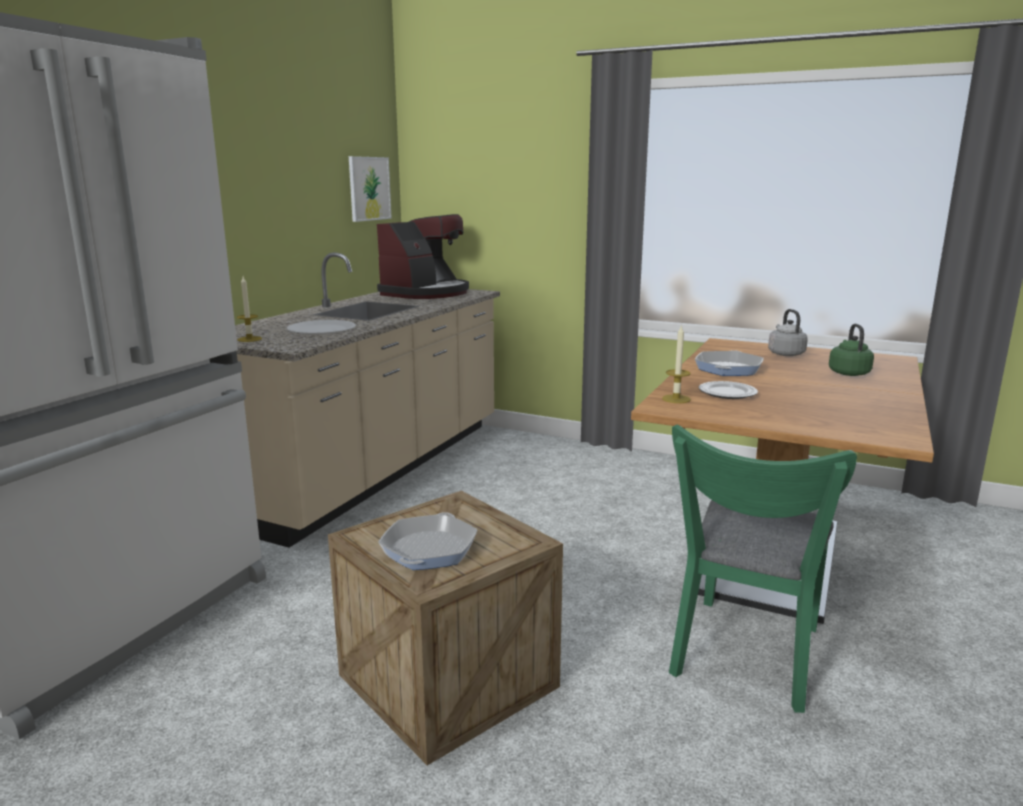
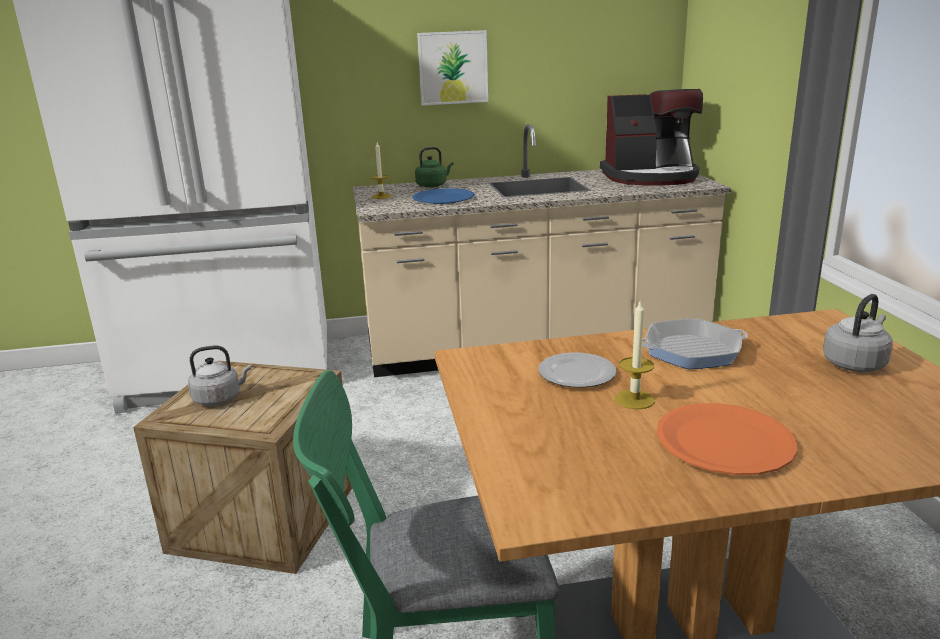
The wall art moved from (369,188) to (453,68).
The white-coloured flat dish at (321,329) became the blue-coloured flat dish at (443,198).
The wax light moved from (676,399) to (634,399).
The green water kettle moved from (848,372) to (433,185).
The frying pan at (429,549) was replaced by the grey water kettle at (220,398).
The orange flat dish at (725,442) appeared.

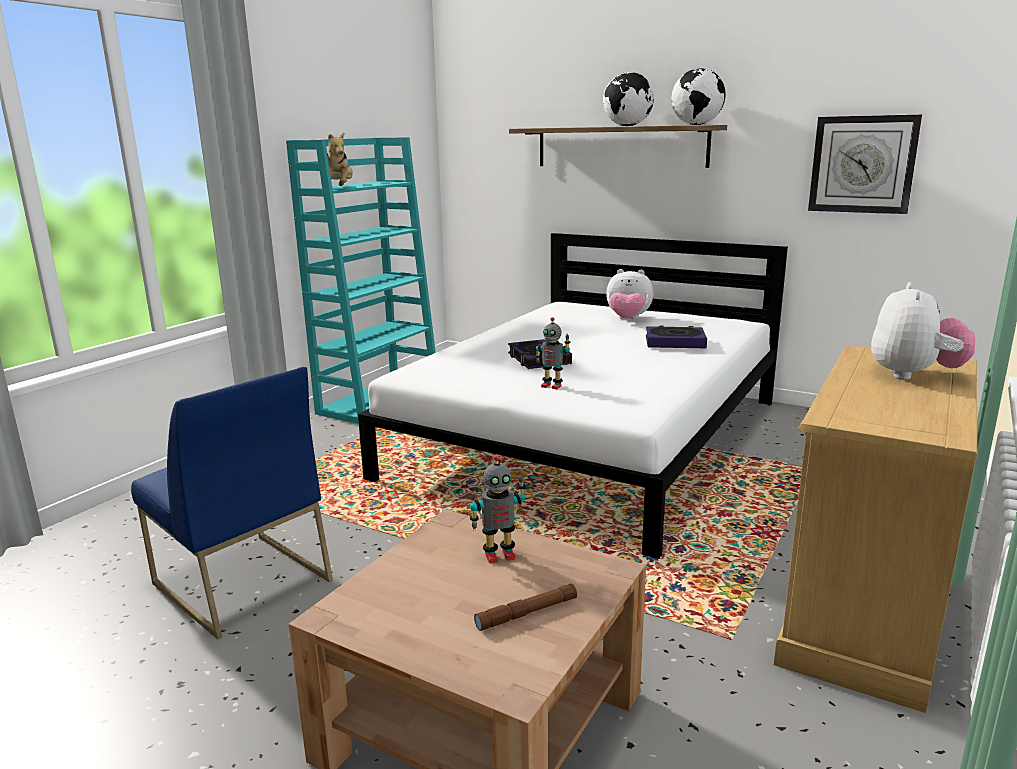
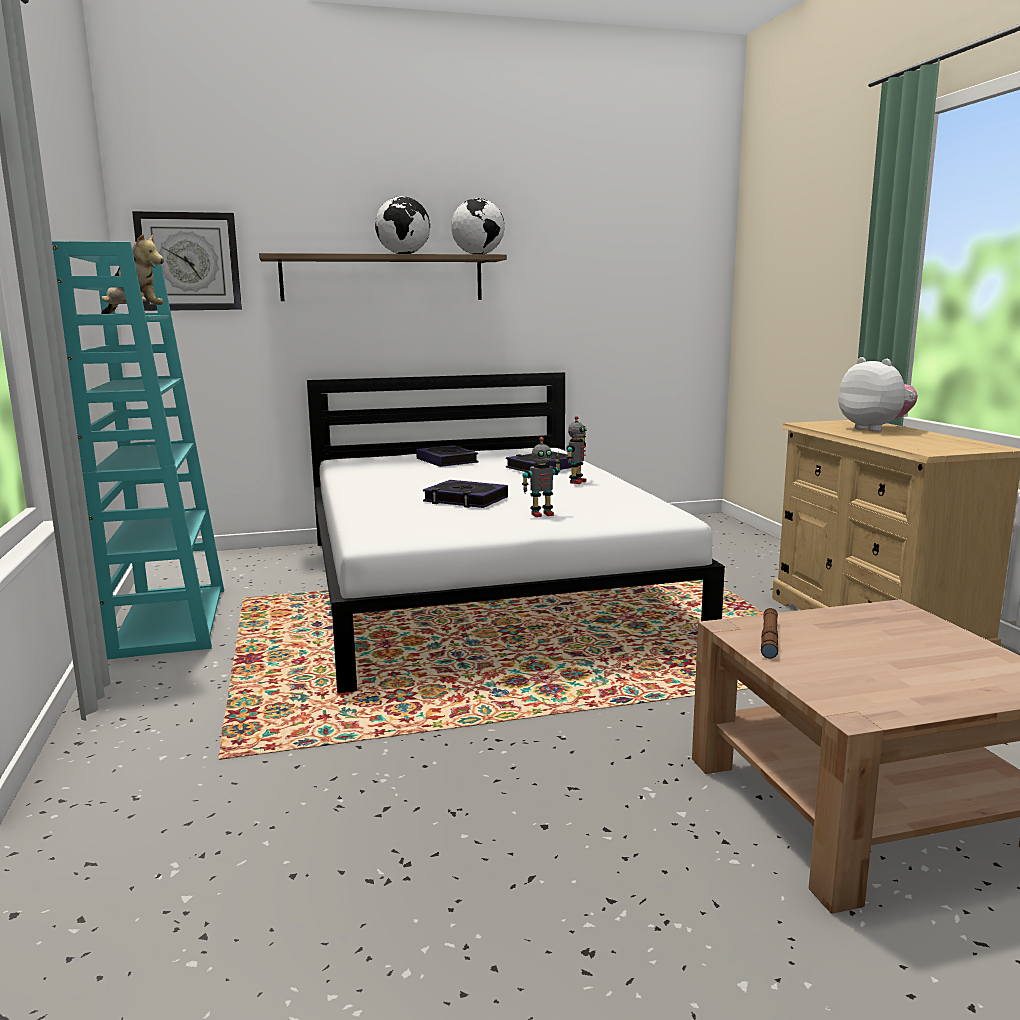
The clock on the wall moved from (862,164) to (189,262).
The plush toy at (628,319) was replaced by the book at (447,461).
The blue-coloured plain chair at (240,582) disappeared.
The model robot moved from (499,555) to (576,482).
The brownish hand torch moved from (527,613) to (769,639).

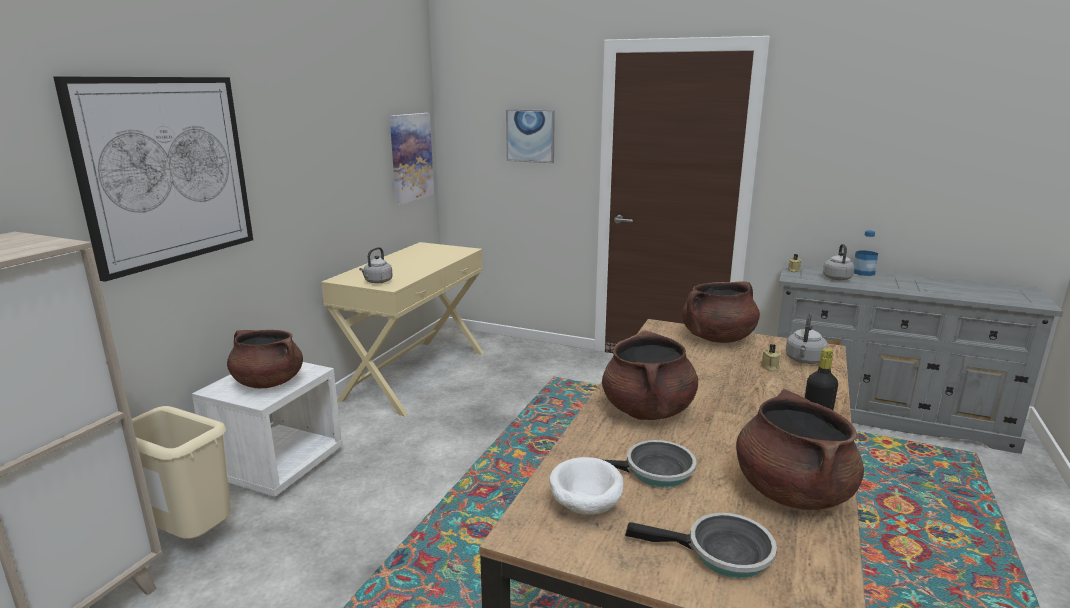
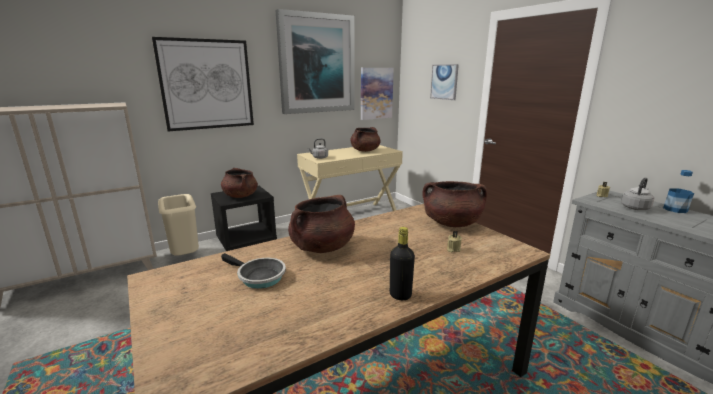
The grey water kettle at (804,360) disappeared.
The white-coloured night table at (278,465) became the black night table at (246,240).
The brownish stockpot moved from (791,491) to (365,150).
The white-coloured bowl at (584,507) disappeared.
The frying pan at (721,553) disappeared.
The wall art at (316,64) appeared.

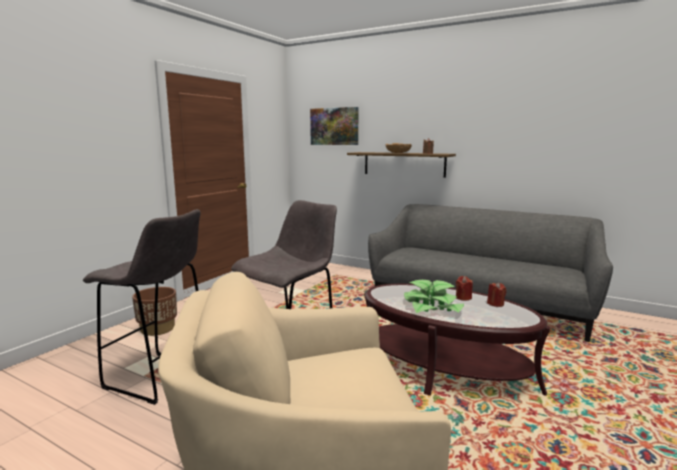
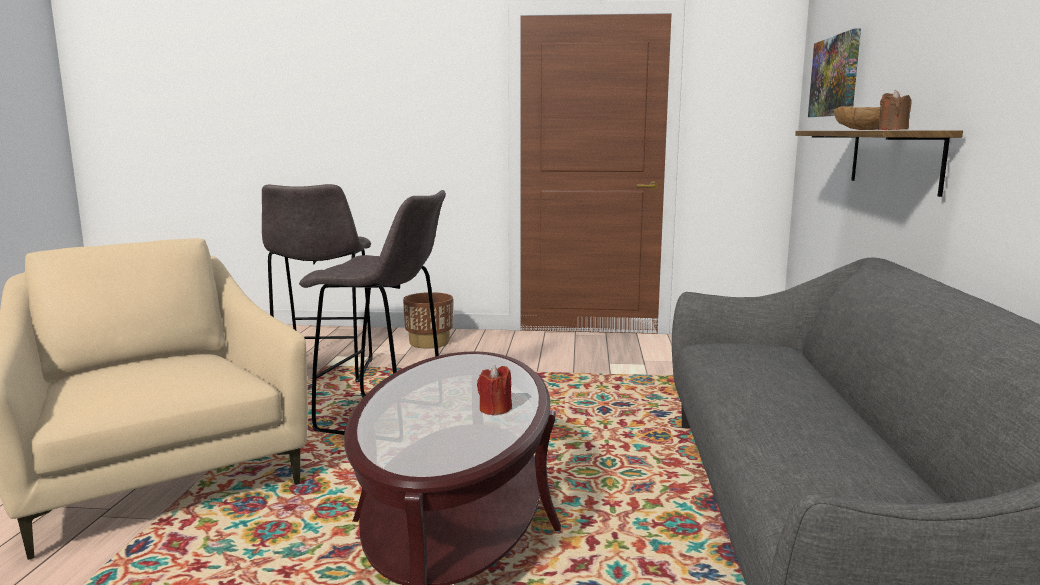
The houseplant at (432,307) disappeared.
The reddish wax light at (495,304) disappeared.

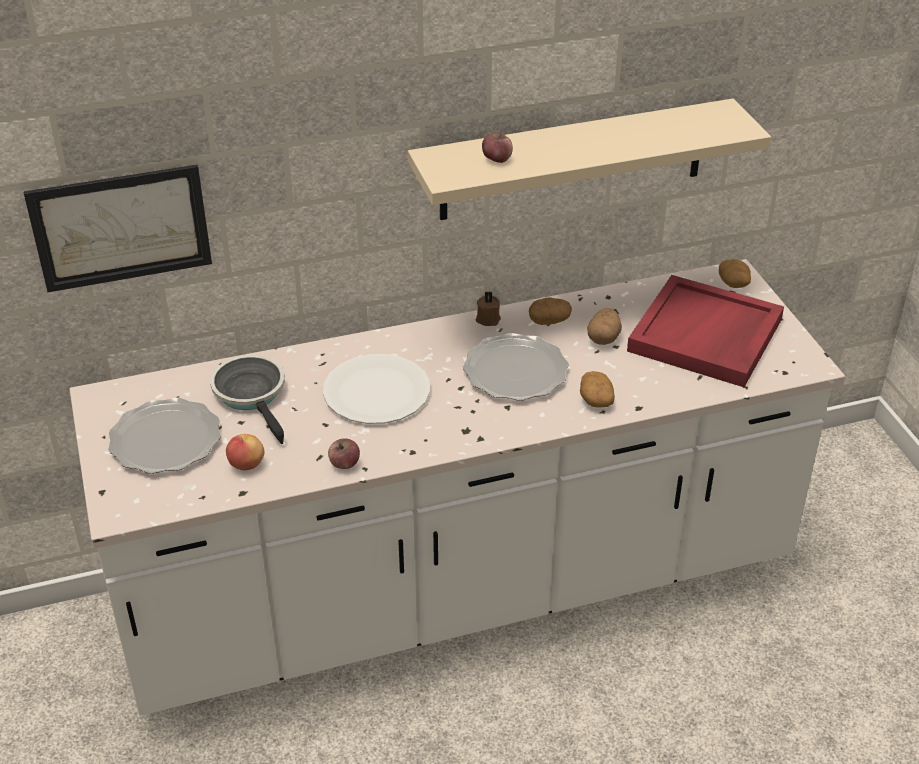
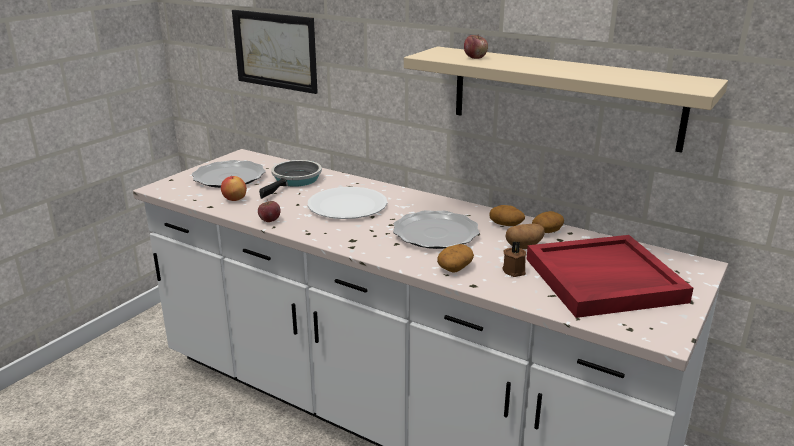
The spud moved from (734,283) to (547,231).
The brownish wax light moved from (487,318) to (514,270).

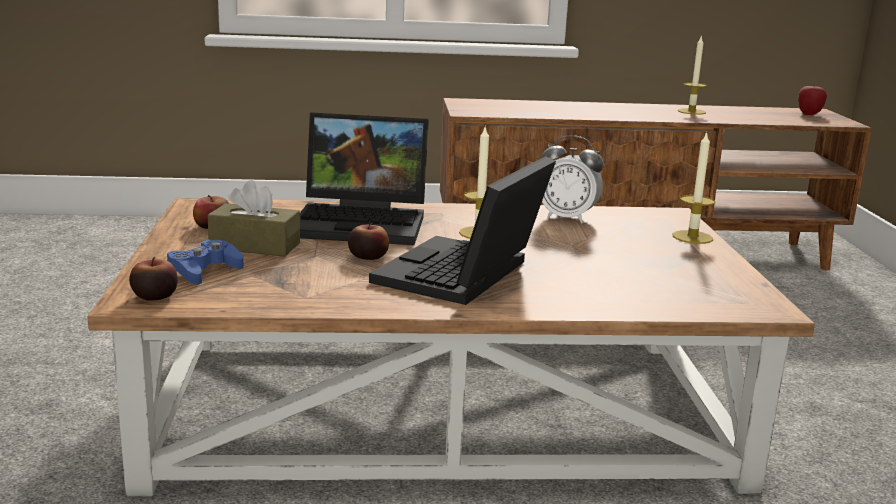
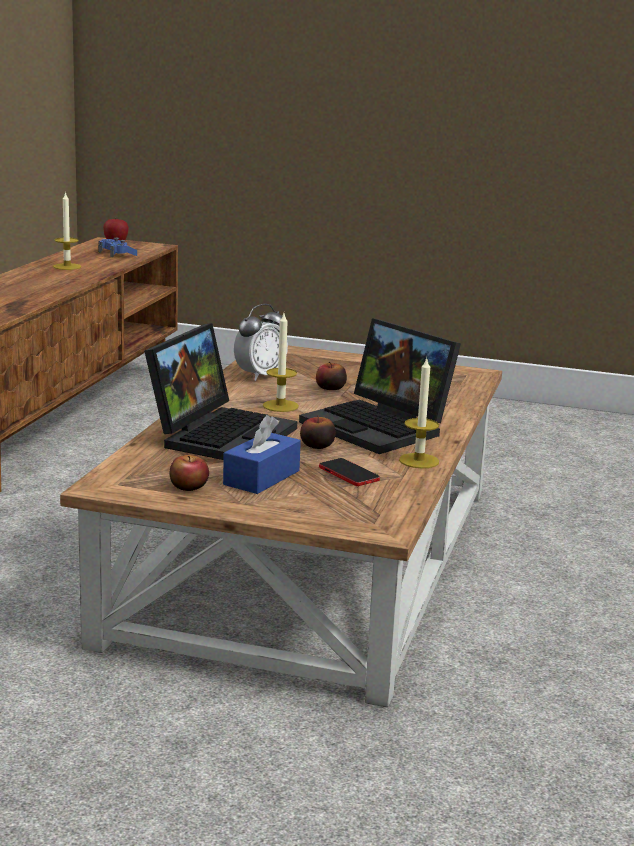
The wax light moved from (692,237) to (419,461).
The brownish tissue holder at (255,246) became the blue-coloured tissue holder at (261,477).
The blue-coloured gamepad moved from (204,271) to (117,254).
The apple moved from (154,296) to (330,388).
The handset at (349,473) appeared.

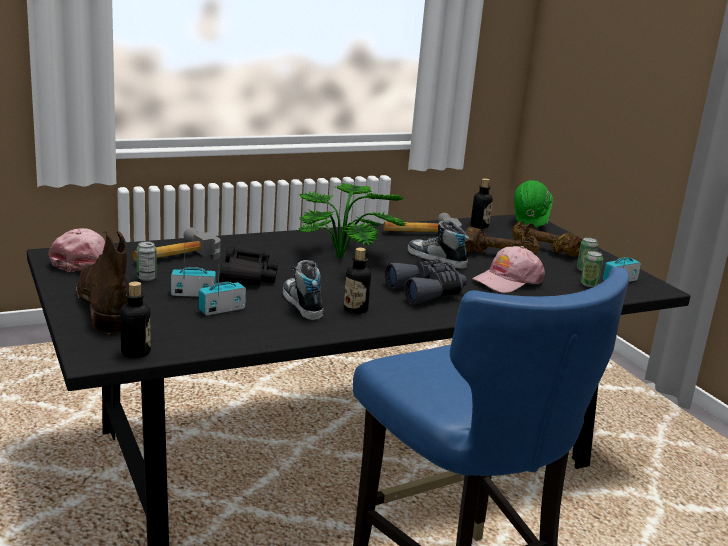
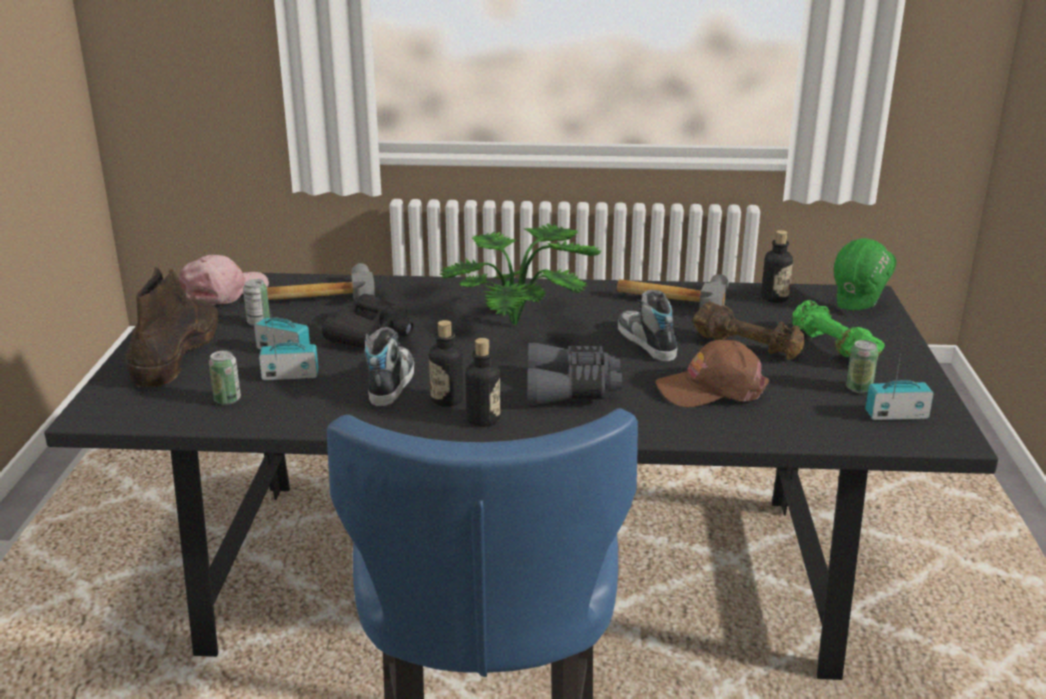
The brownish free weight at (544,249) became the green free weight at (831,347).
The pink-coloured baseball cap at (507,280) became the brownish baseball cap at (711,389).
The metal can moved from (589,284) to (227,400).
The beverage bottle moved from (136,352) to (483,419).

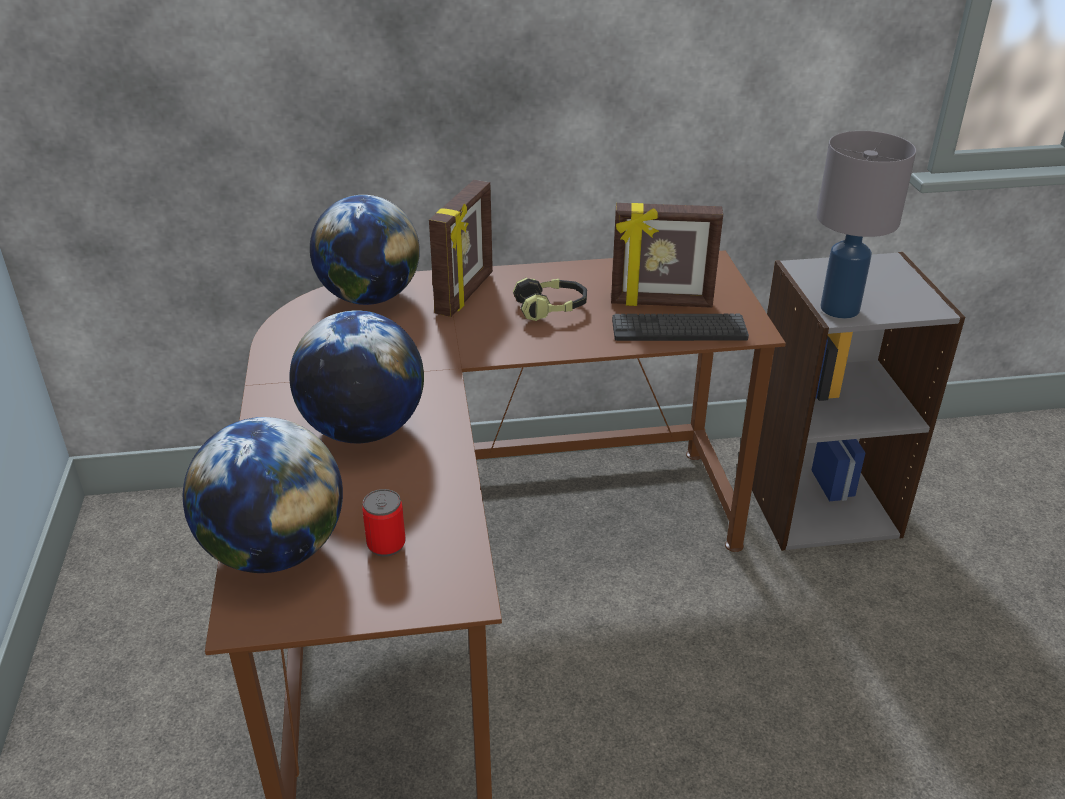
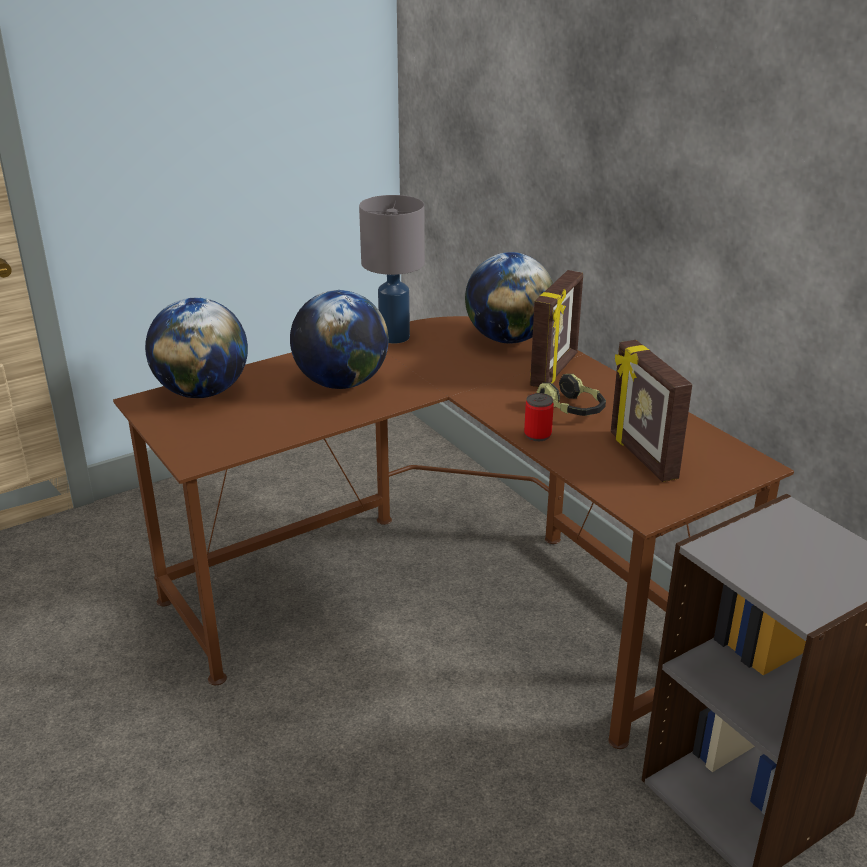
The grey tabletop lamp moved from (839,308) to (395,337).
The picture frame at (466,294) turned 60 degrees counterclockwise.
The PC keyboard at (679,329) disappeared.
The metal can moved from (386,544) to (537,435).

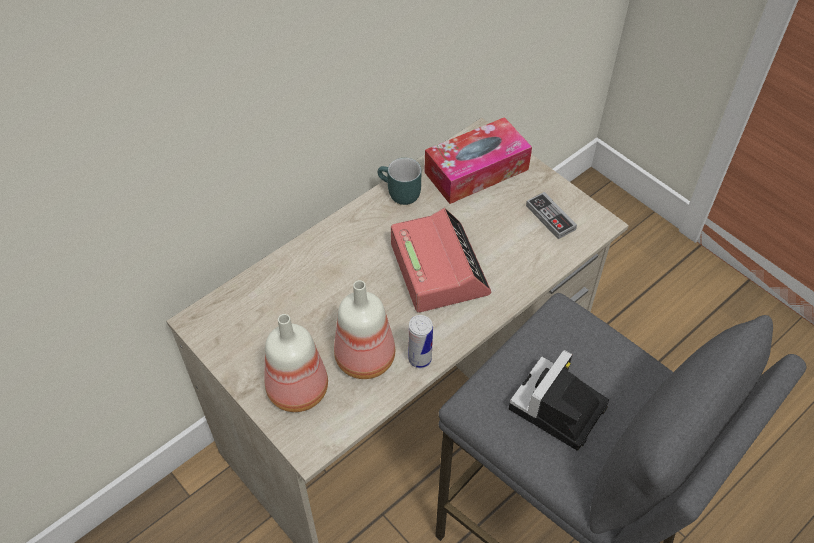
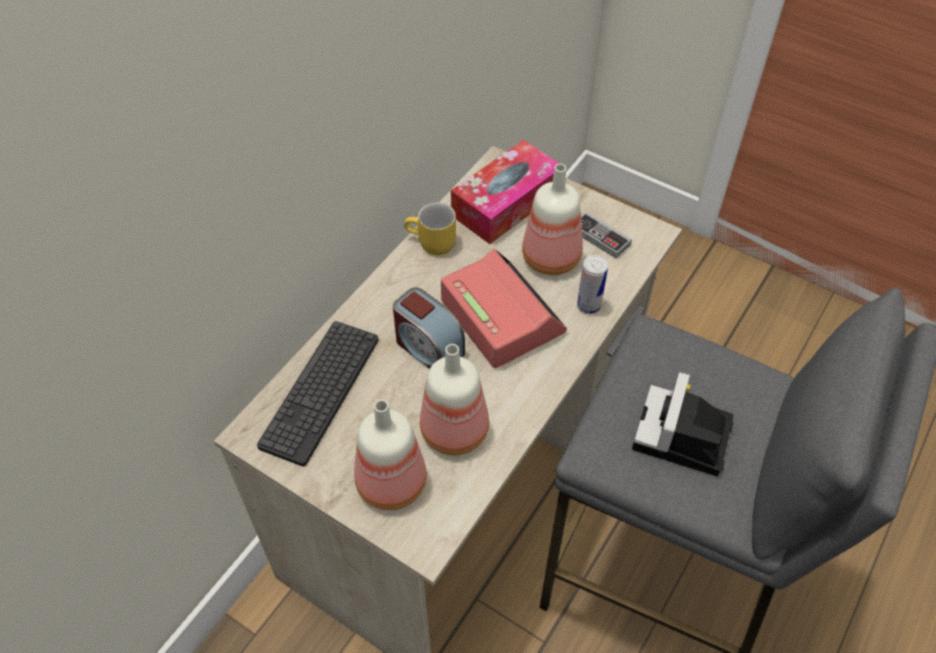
The turquoise-coloured tea mug at (398,194) became the yellow tea mug at (431,244).
The metal can moved from (420,359) to (588,306).
The beverage bottle at (553,257) appeared.
The bedside clock at (428,348) appeared.
The PC keyboard at (320,391) appeared.

